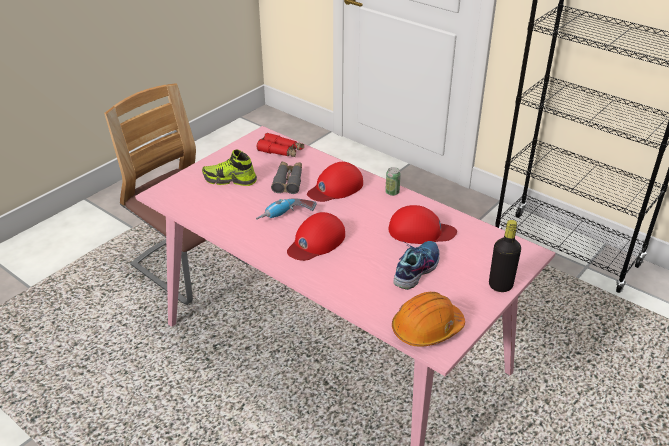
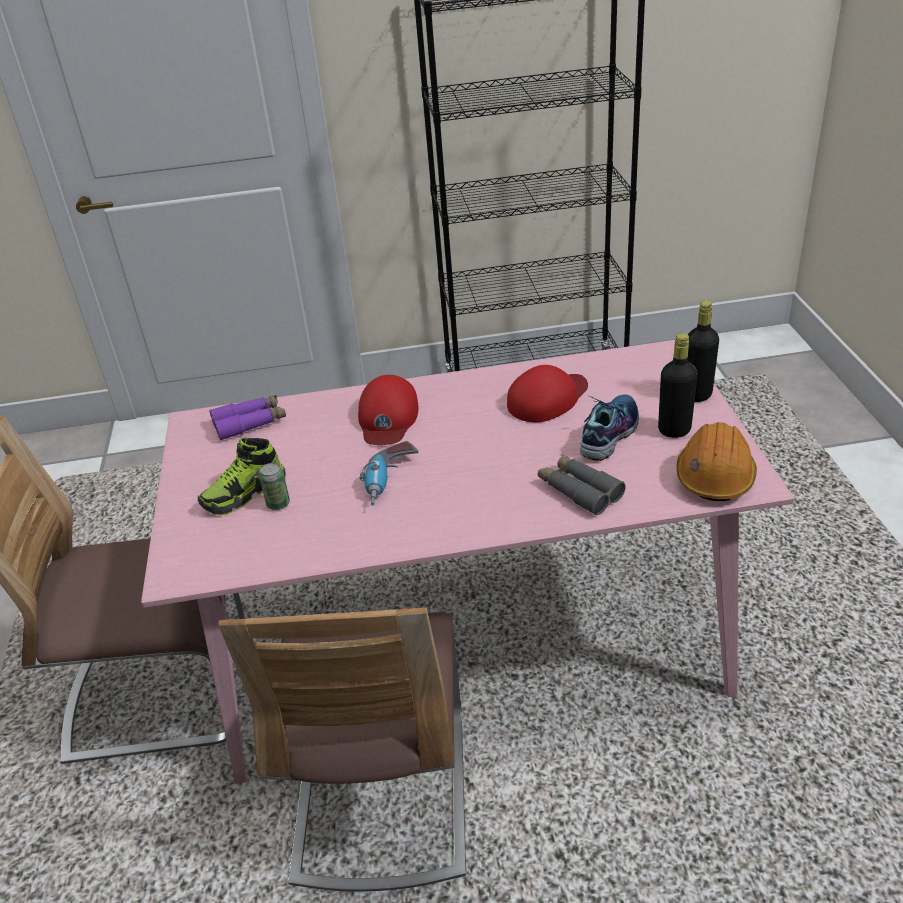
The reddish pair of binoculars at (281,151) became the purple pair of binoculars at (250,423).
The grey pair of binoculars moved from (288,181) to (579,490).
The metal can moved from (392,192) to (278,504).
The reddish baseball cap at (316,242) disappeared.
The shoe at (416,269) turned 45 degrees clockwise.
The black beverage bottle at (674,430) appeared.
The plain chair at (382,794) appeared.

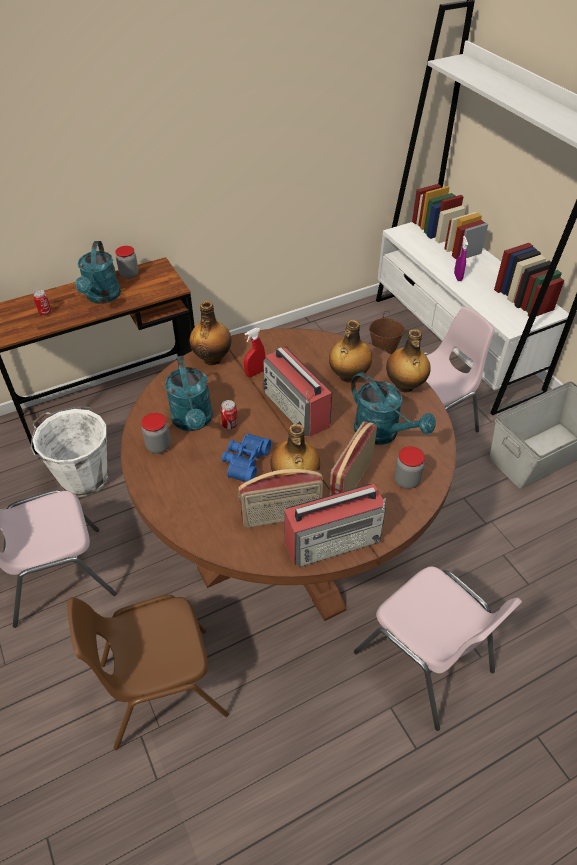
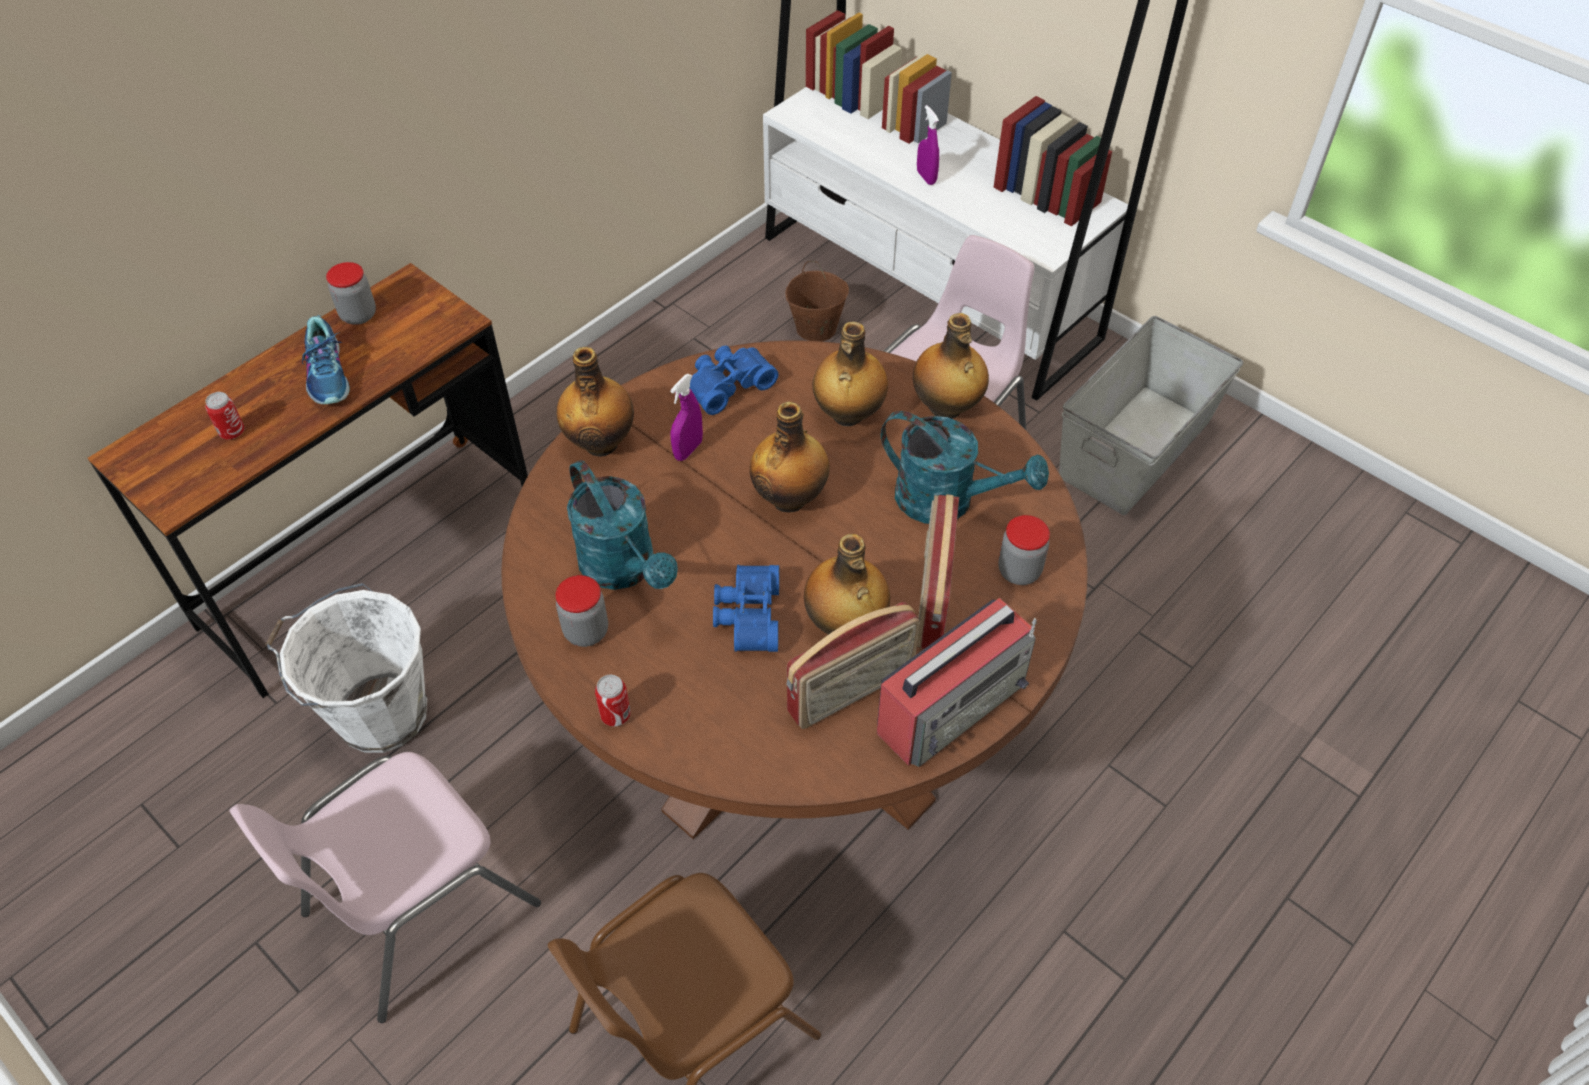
The turquoise-coloured sprinkling can at (102,297) was replaced by the shoe at (329,374).
The reddish hand sprayer at (255,373) became the purple hand sprayer at (688,450).
The radio set at (297,409) was replaced by the beverage bottle at (790,497).
The metal can moved from (230,425) to (615,715).
The pink-coloured plain chair at (425,663) disappeared.
The blue-coloured pair of binoculars at (727,384) appeared.

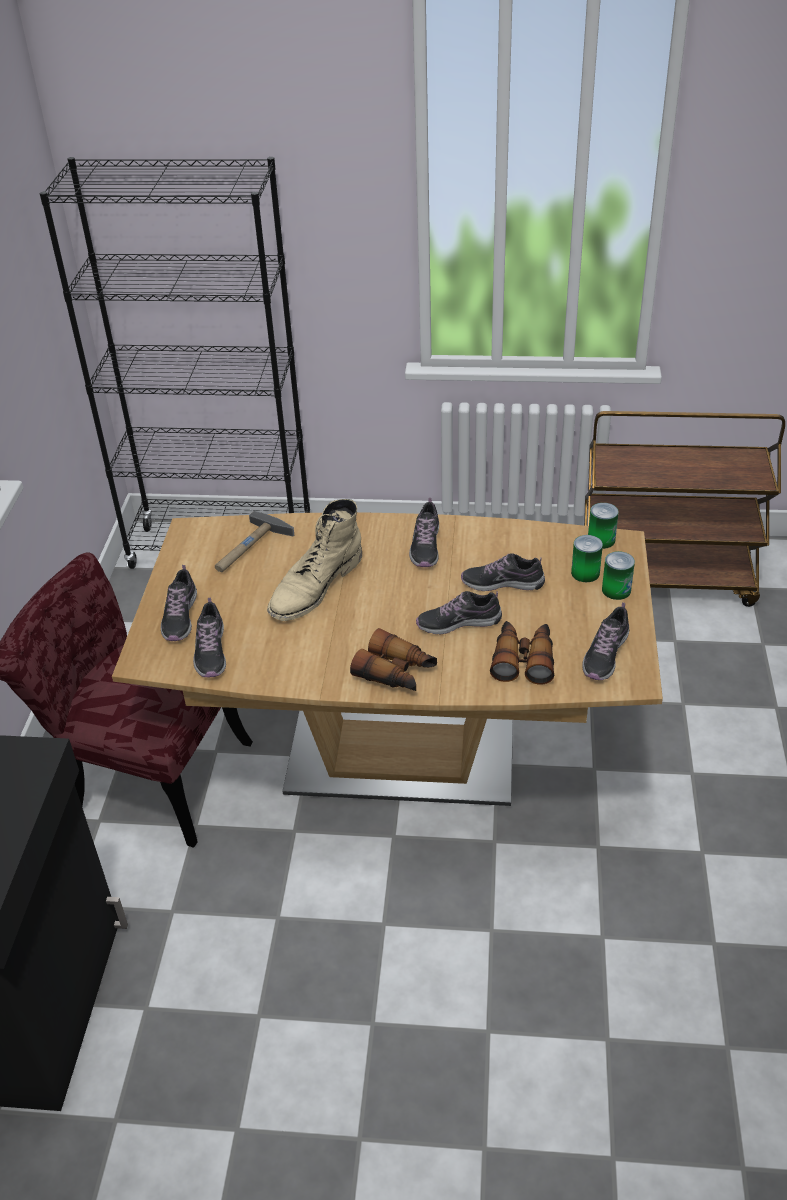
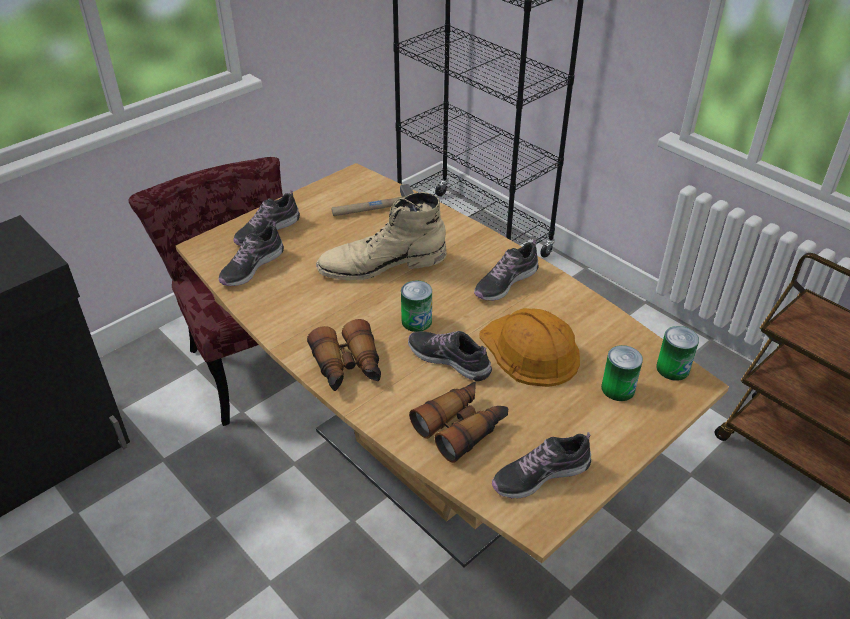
The metal can moved from (616,590) to (416,321).
The shoe at (502,583) was replaced by the orange safety helmet at (530,351).

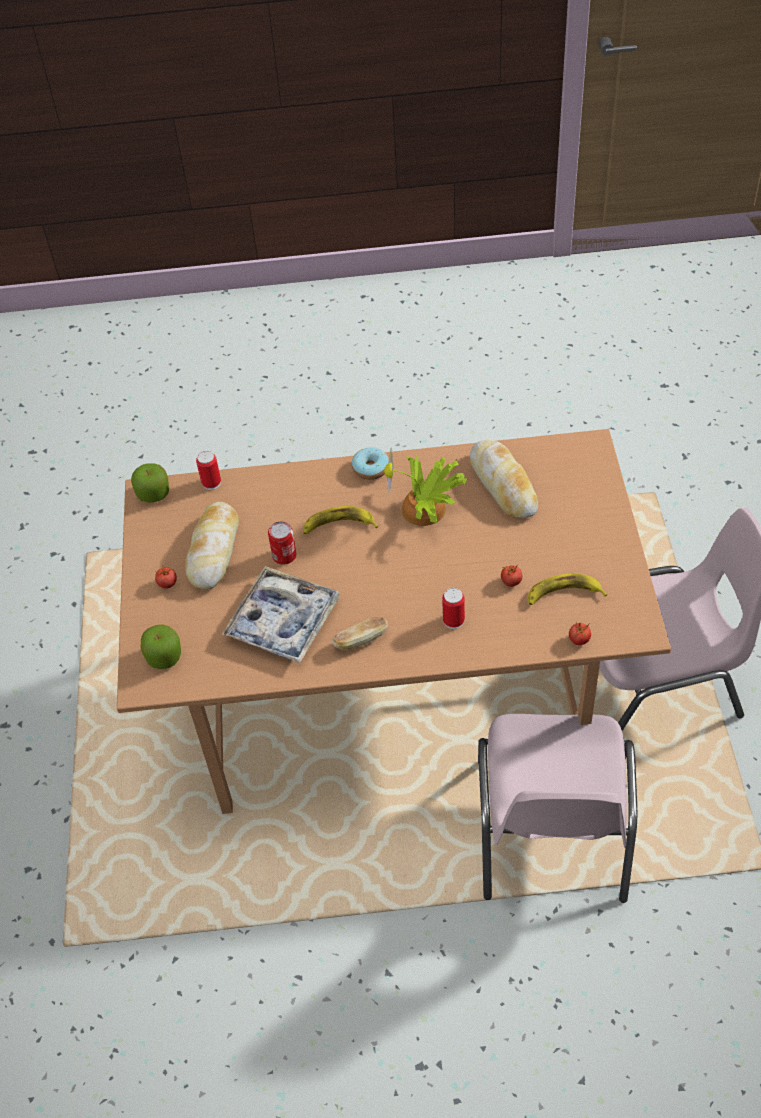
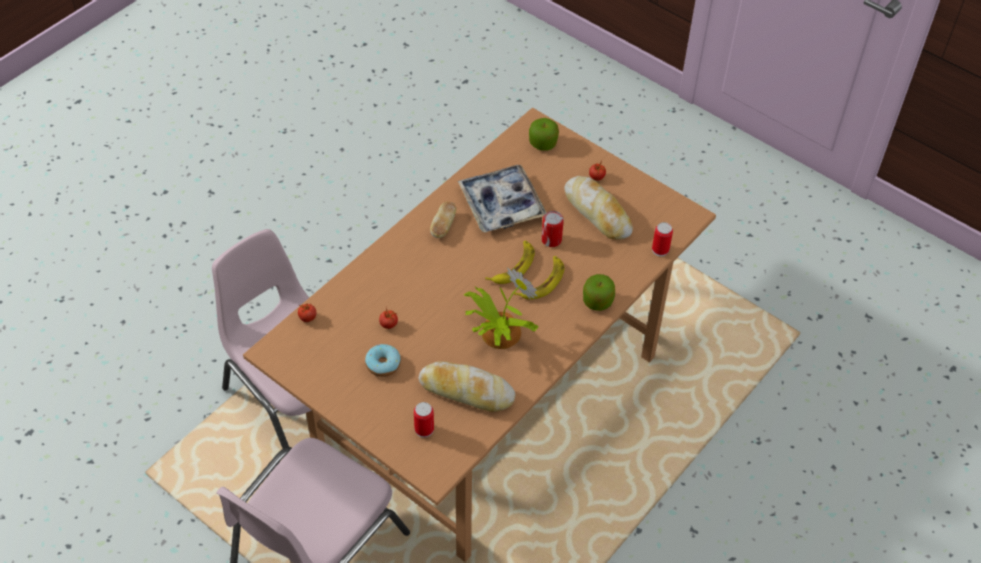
The donut moved from (370,468) to (383,364).
The apple moved from (153,493) to (597,301).
The banana fruit moved from (563,594) to (513,266).
The metal can moved from (453,620) to (424,429).

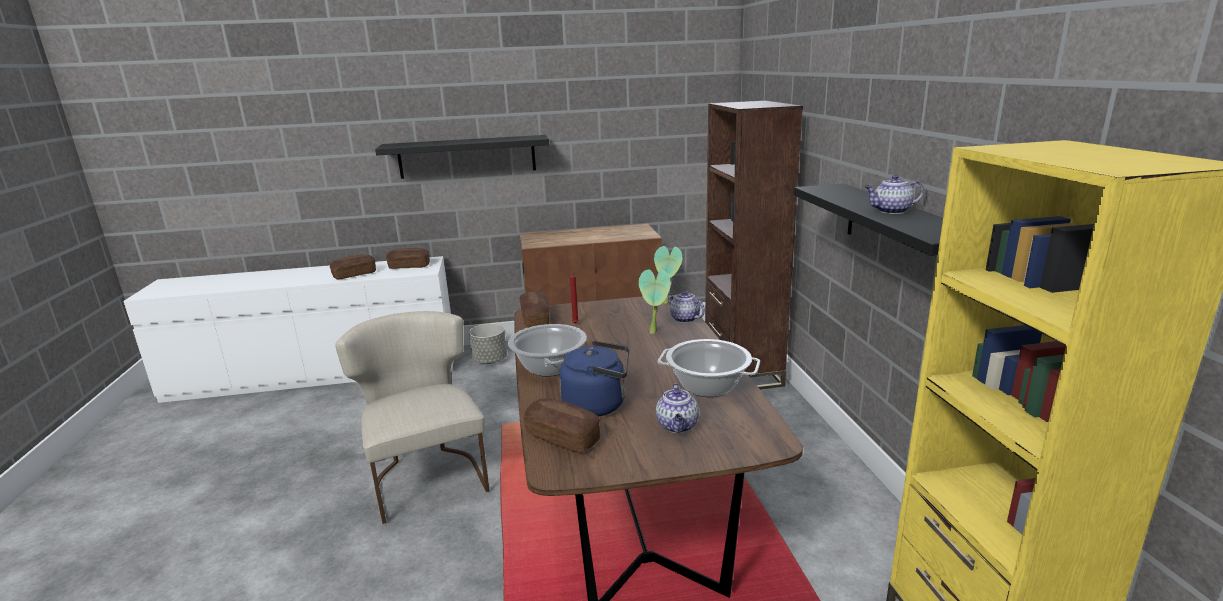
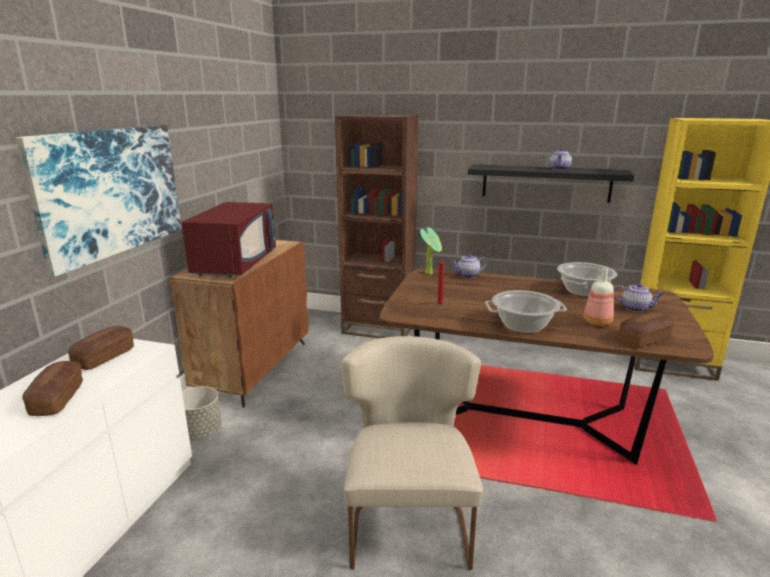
The black bracket shelf at (467,156) was replaced by the wall art at (110,192).
The houseplant at (655,332) disappeared.
The bakery bread at (535,319) disappeared.
The sand-coloured plain chair at (427,476) turned 90 degrees clockwise.
The blue-coloured water kettle at (598,405) was replaced by the beverage bottle at (598,322).
The reddish microwave at (235,264) appeared.

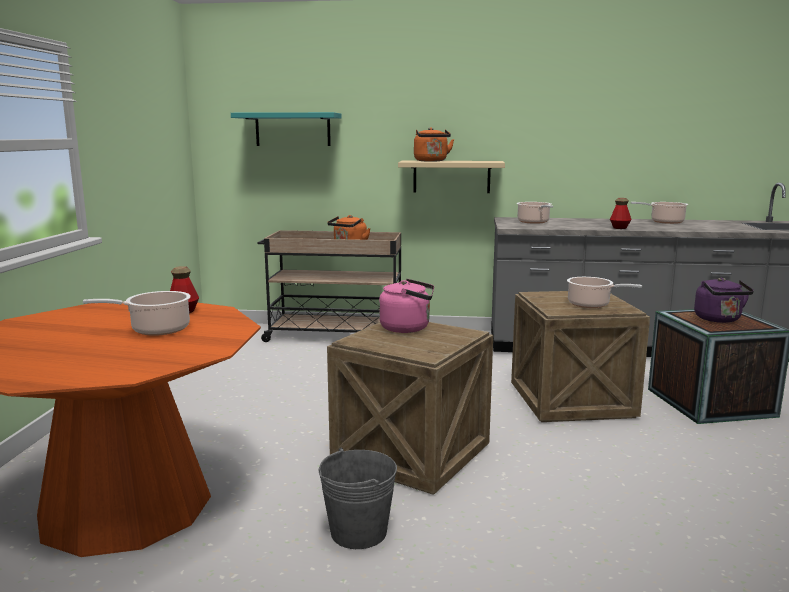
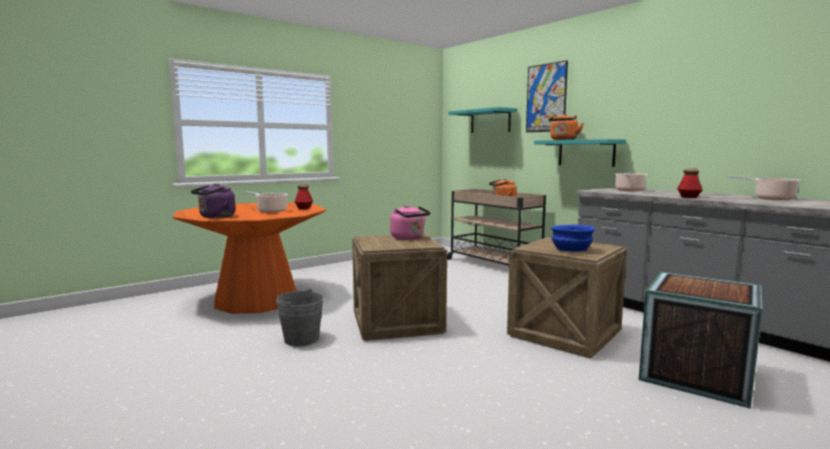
The sand-coloured bracket shelf at (451,176) became the turquoise-coloured bracket shelf at (586,153).
The stockpot at (591,305) was replaced by the blue-coloured bowl at (571,250).
The purple water kettle moved from (719,320) to (215,217).
The wall art at (546,98) appeared.

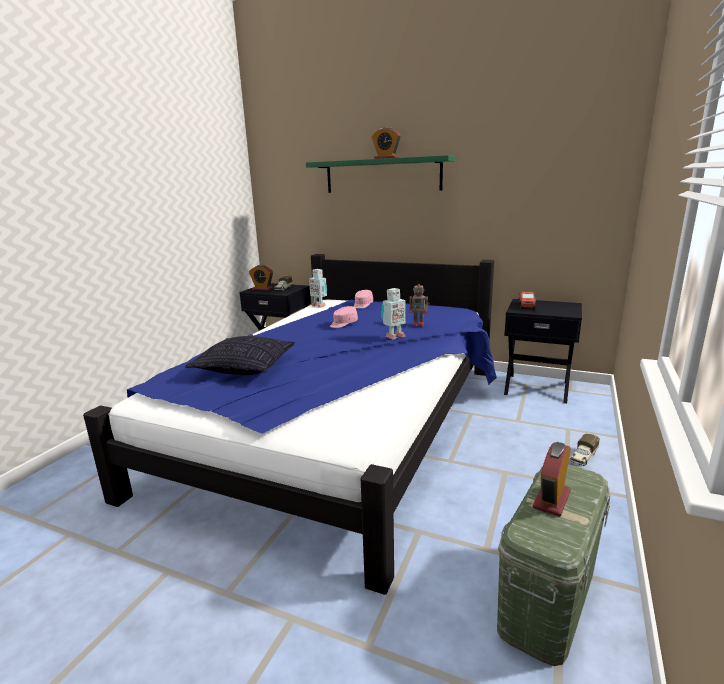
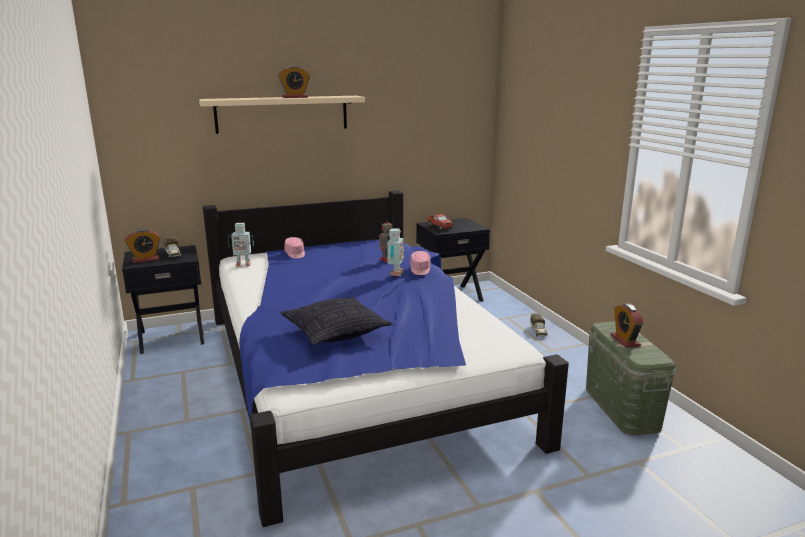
The green bracket shelf at (382,175) became the sand-coloured bracket shelf at (282,114).
The pink-coloured baseball cap moved from (343,324) to (420,269).

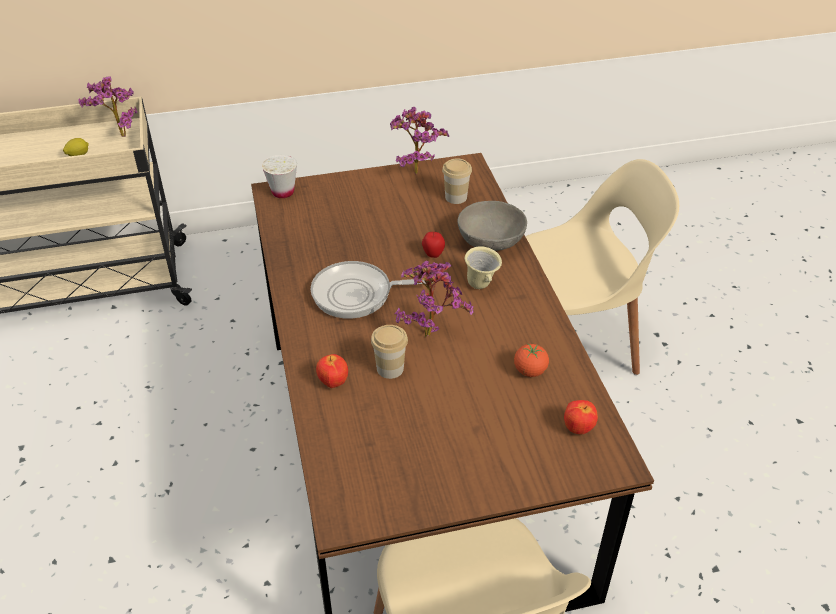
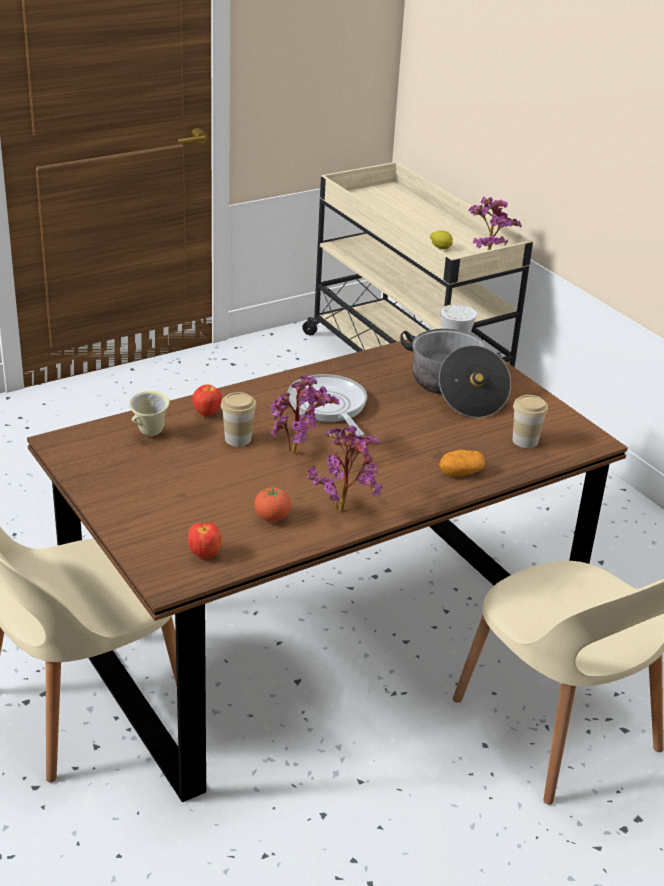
The houseplant moved from (414,170) to (345,508).
The grey bowl at (491,243) was replaced by the spud at (460,473).
The apple at (433,255) disappeared.
The sand-coloured tea mug moved from (481,285) to (150,434).
The stockpot at (454,389) appeared.

